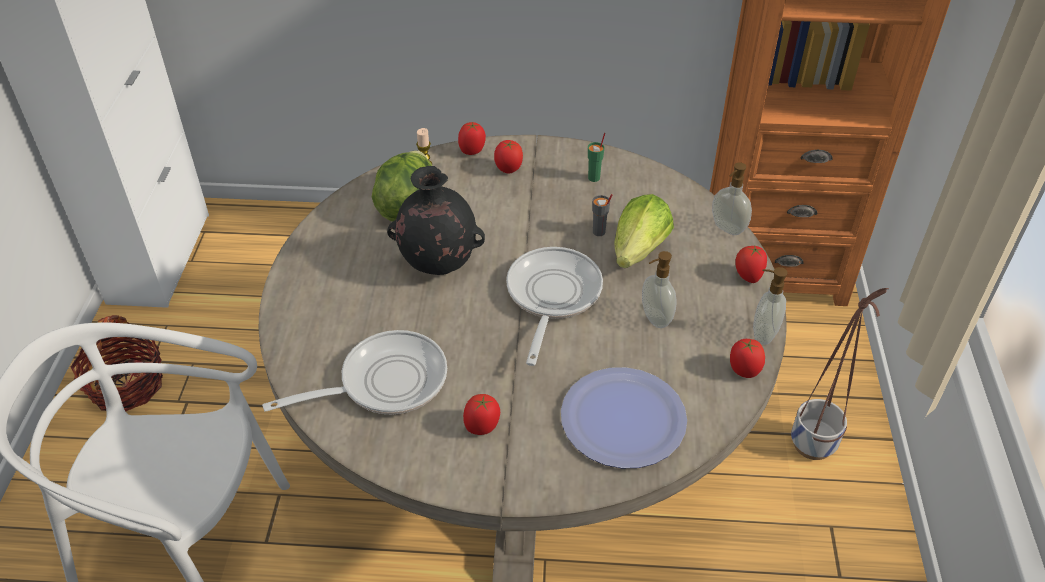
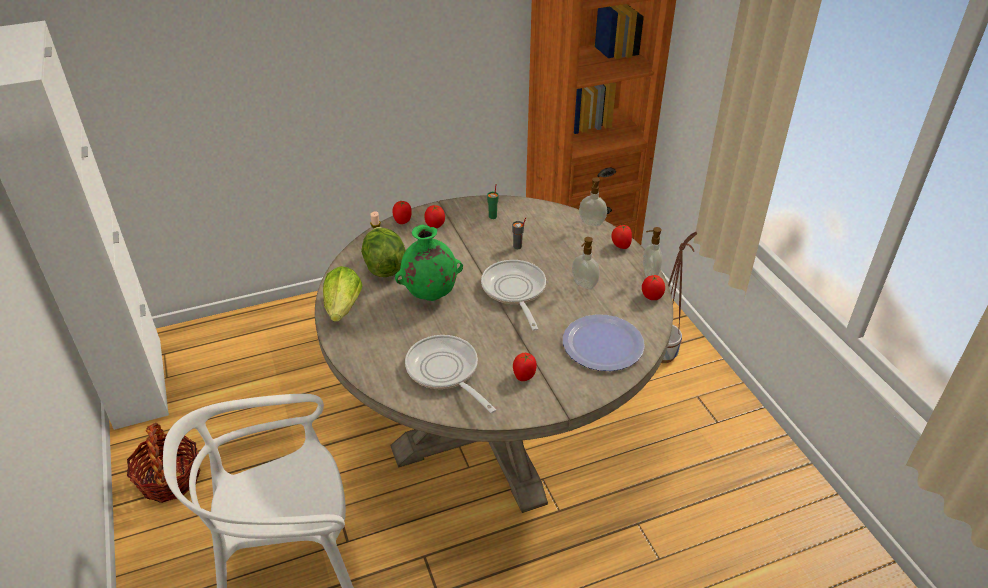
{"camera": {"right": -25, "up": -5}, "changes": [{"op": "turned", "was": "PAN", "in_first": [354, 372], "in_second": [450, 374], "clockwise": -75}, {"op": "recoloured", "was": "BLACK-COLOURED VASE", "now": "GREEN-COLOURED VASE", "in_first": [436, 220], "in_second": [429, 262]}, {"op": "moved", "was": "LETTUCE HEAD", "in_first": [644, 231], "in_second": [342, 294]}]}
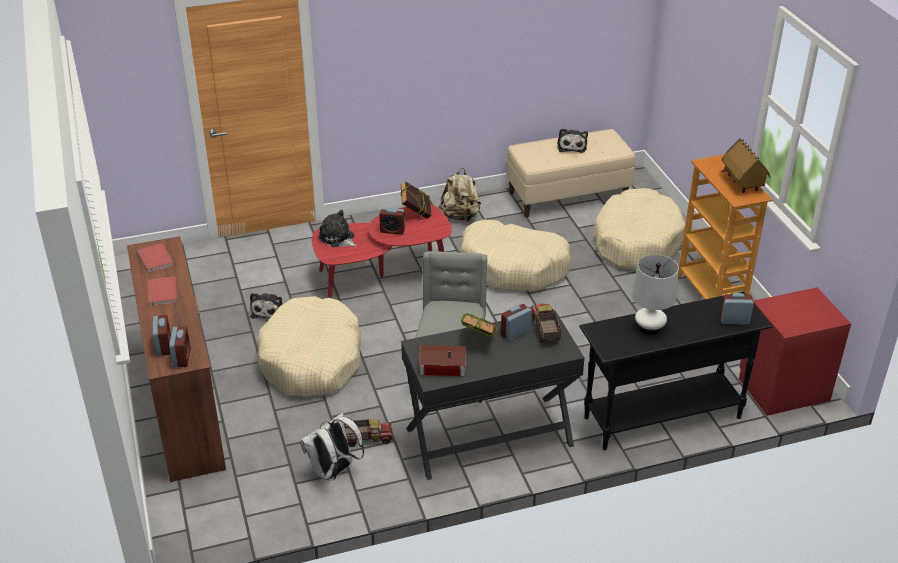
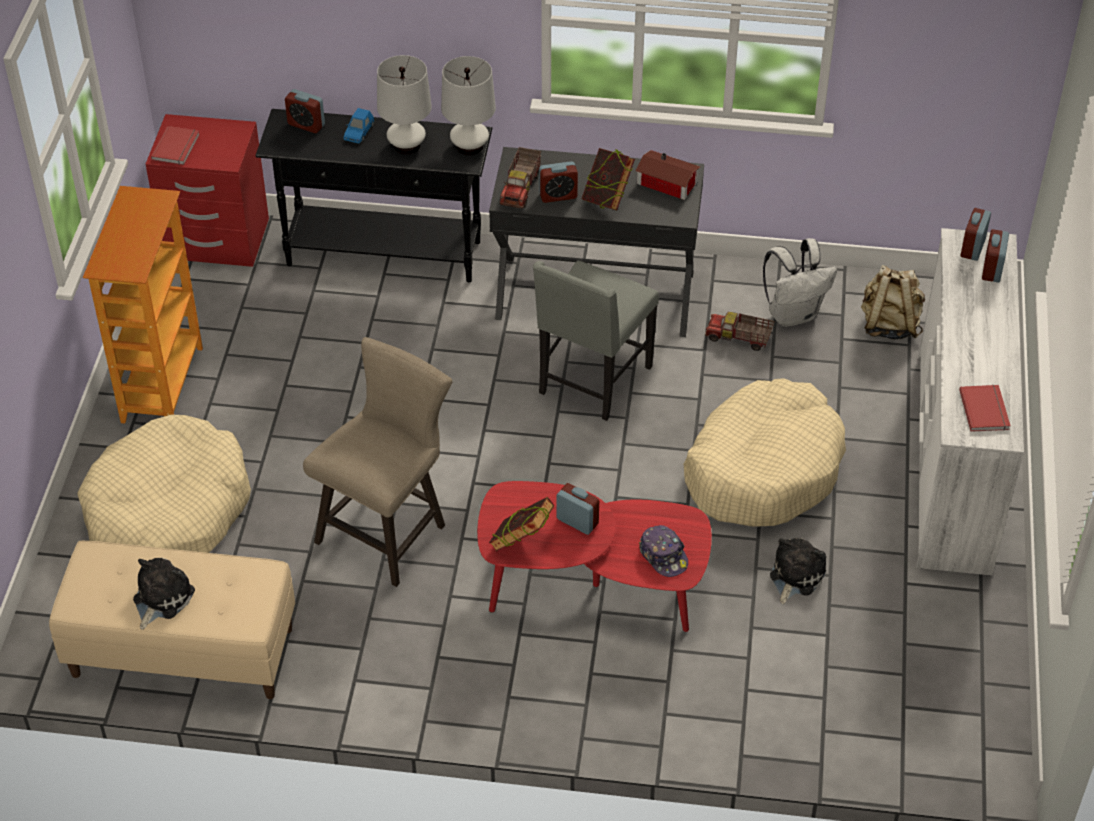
{"camera": {"right": -155, "up": 10}, "changes": [{"op": "recoloured", "was": "BROWN-COLOURED CHEST OF DRAWERS", "now": "WHITISH CHEST OF DRAWERS", "in_first": [176, 359], "in_second": [970, 402]}, {"op": "moved", "was": "RED-COLOURED VOLUME", "in_first": [162, 291], "in_second": [175, 145]}, {"op": "replaced", "was": "CUDDLY TOY", "now": "CAP", "in_first": [338, 228], "in_second": [663, 551]}, {"op": "moved", "was": "BEIGE RUCKSACK", "in_first": [460, 195], "in_second": [893, 302]}, {"op": "replaced", "was": "BEIGE DOG BED", "now": "BEIGE STOOL", "in_first": [516, 255], "in_second": [377, 462]}, {"op": "removed", "was": "TOY HOUSE", "in_first": [746, 165]}, {"op": "added", "now": "BLUE MINIATURE CAR", "in_second": [359, 126]}, {"op": "added", "now": "WHITISH TABLE LAMP", "in_second": [468, 105]}]}
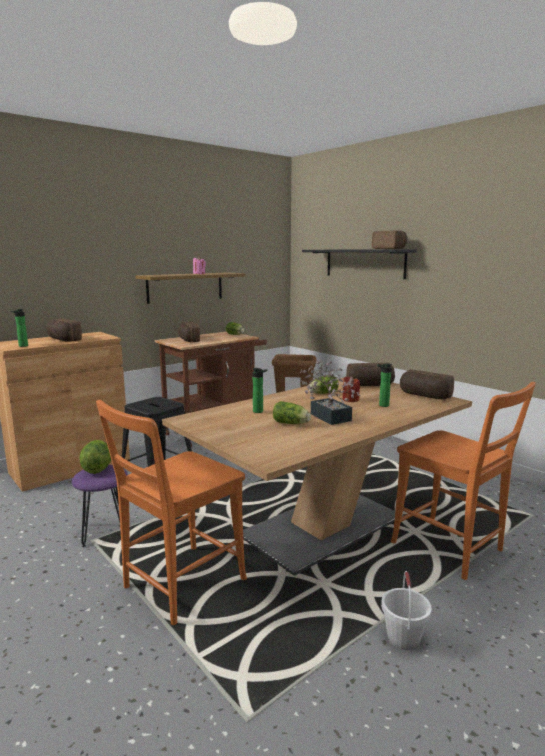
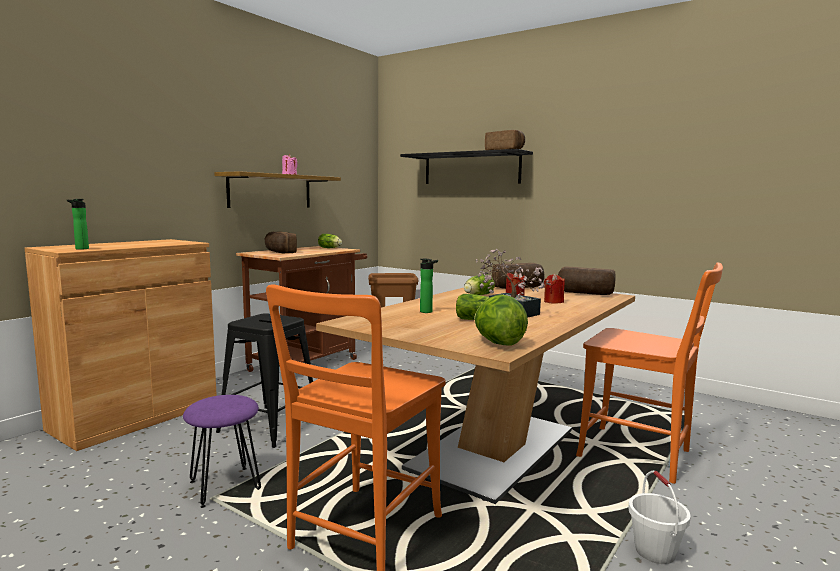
{"camera": {"right": -15, "up": -5}, "changes": [{"op": "removed", "was": "BAKERY BREAD", "in_first": [64, 330]}, {"op": "moved", "was": "LETTUCE HEAD", "in_first": [95, 457], "in_second": [501, 320]}, {"op": "replaced", "was": "DRINK BOTTLE", "now": "RED-COLOURED WAX CANDLE", "in_first": [384, 385], "in_second": [554, 288]}]}
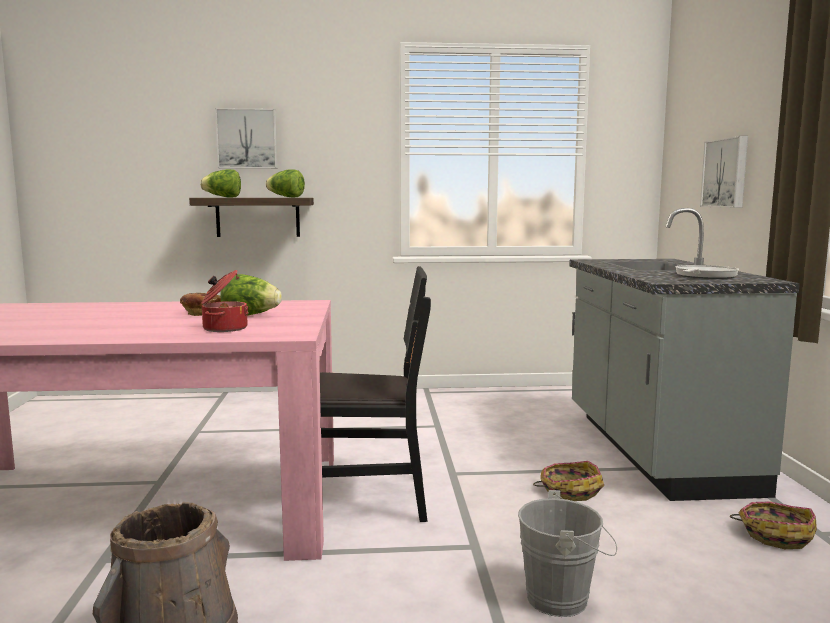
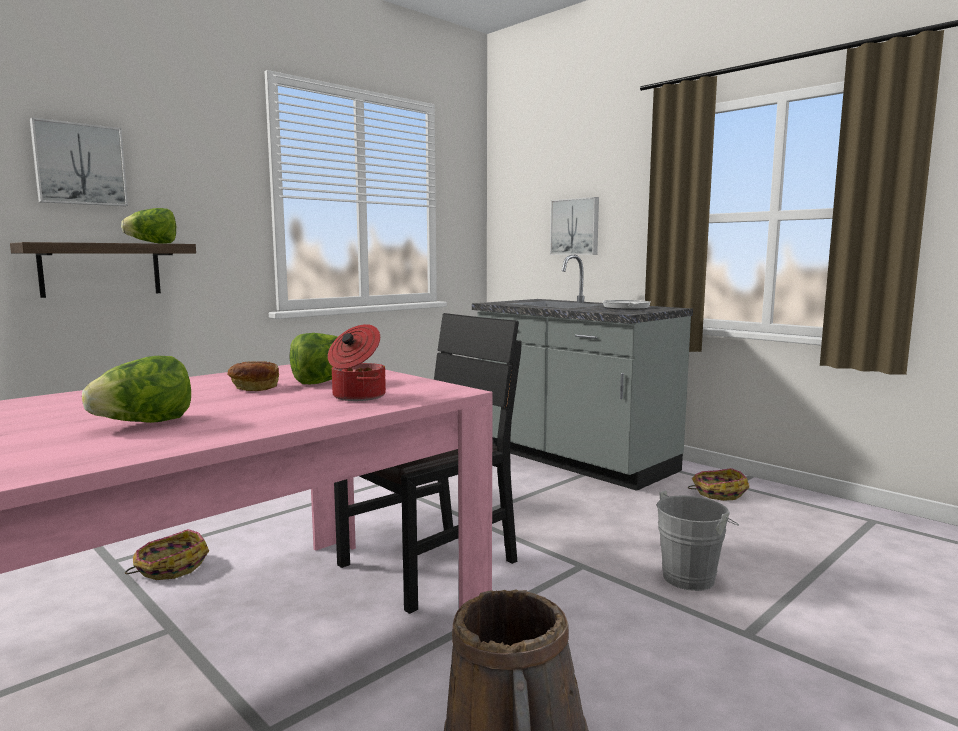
{"camera": {"right": -40, "up": 0}, "changes": [{"op": "moved", "was": "LETTUCE HEAD", "in_first": [220, 183], "in_second": [136, 389]}, {"op": "moved", "was": "STORAGE BASKET", "in_first": [568, 481], "in_second": [167, 554]}]}
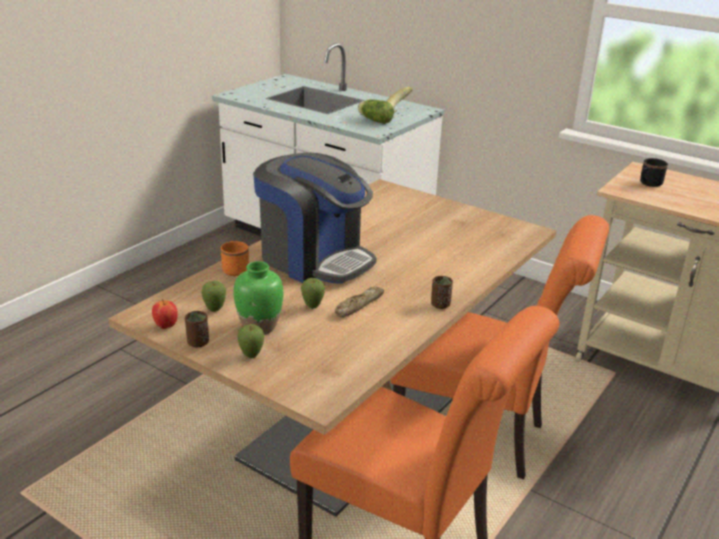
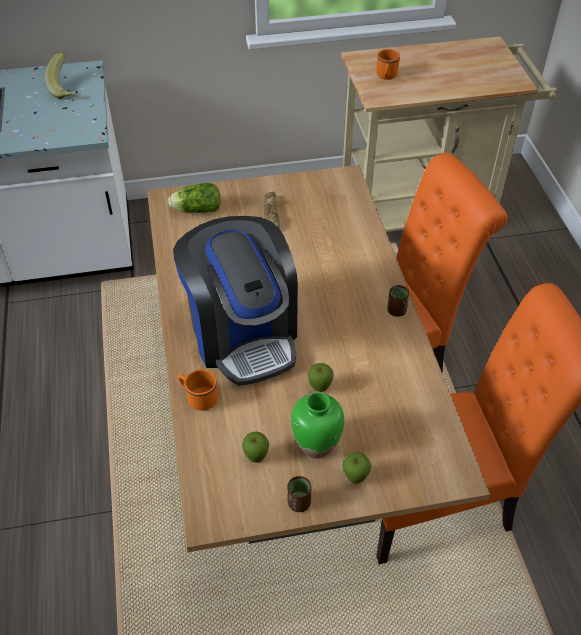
{"camera": {"right": -45, "up": 20}, "changes": [{"op": "removed", "was": "APPLE FRUIT", "in_first": [165, 314]}, {"op": "turned", "was": "COFFEE MAKER", "in_first": [315, 218], "in_second": [235, 301], "clockwise": 75}, {"op": "moved", "was": "BAKERY BREAD", "in_first": [359, 301], "in_second": [272, 210]}, {"op": "moved", "was": "LETTUCE HEAD", "in_first": [376, 111], "in_second": [194, 198]}, {"op": "recoloured", "was": "BLACK-COLOURED COFFEE MUG", "now": "ORANGEY COFFEE MUG", "in_first": [654, 172], "in_second": [388, 64]}]}
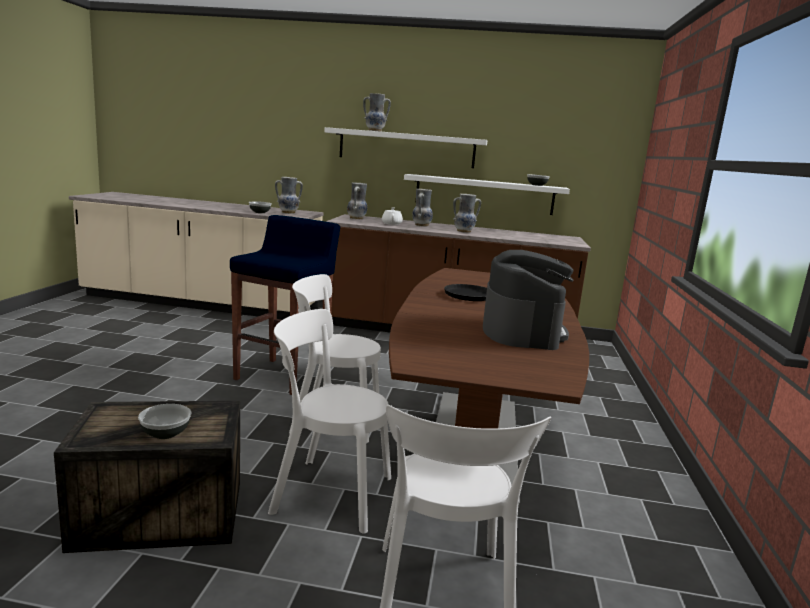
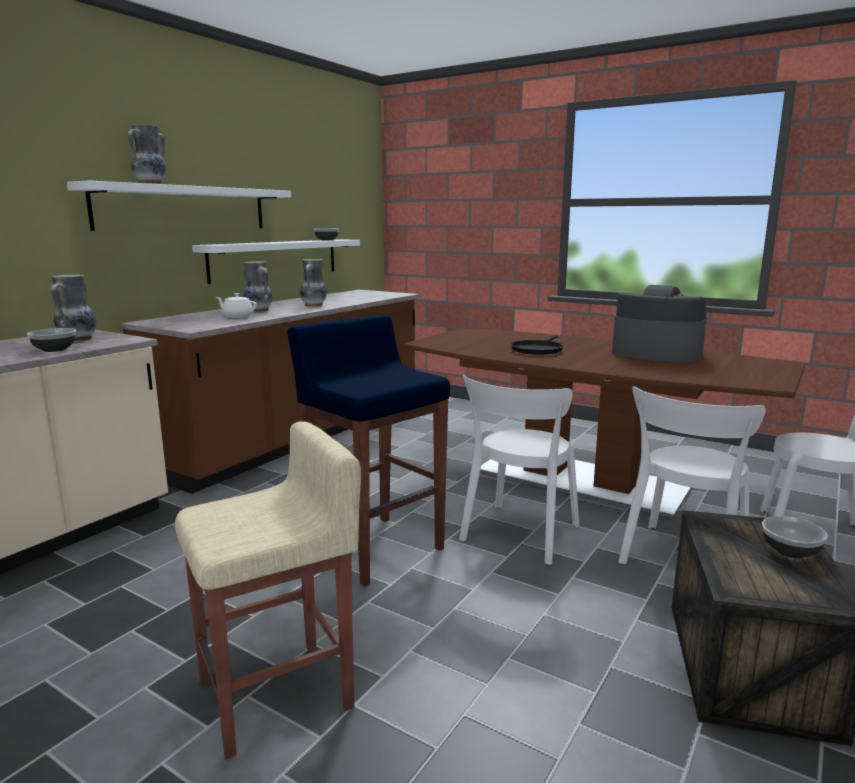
{"camera": {"right": -65, "up": 0}, "changes": [{"op": "removed", "was": "VASE", "in_first": [357, 200]}, {"op": "added", "now": "BEIGE STOOL", "in_second": [268, 590]}]}
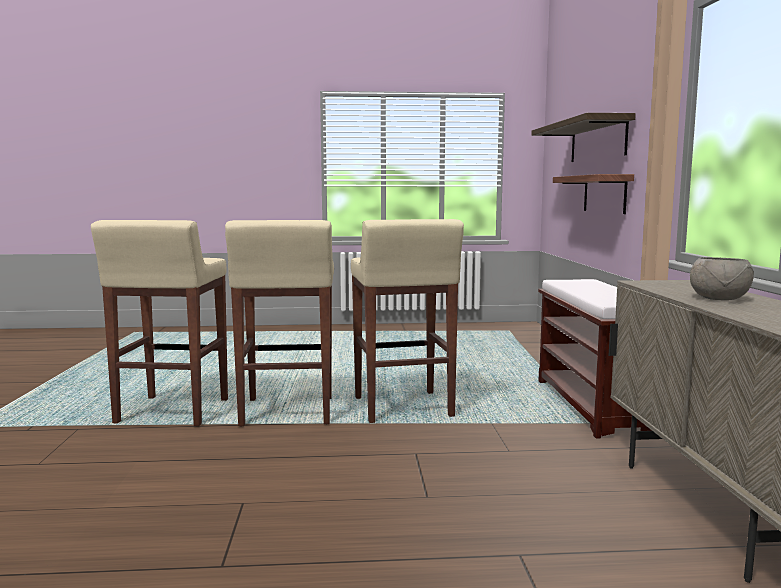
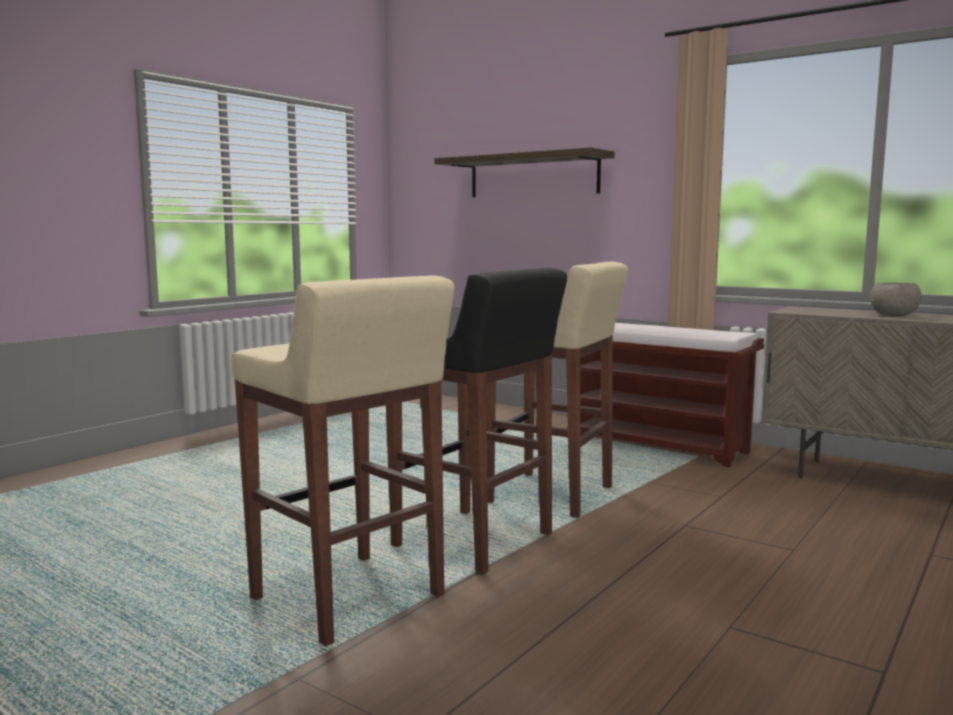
{"camera": {"right": -50, "up": 0}, "changes": [{"op": "recoloured", "was": "BEIGE STOOL", "now": "BLACK-COLOURED STOOL", "in_first": [279, 323], "in_second": [476, 421]}, {"op": "removed", "was": "SHELF", "in_first": [593, 194]}]}
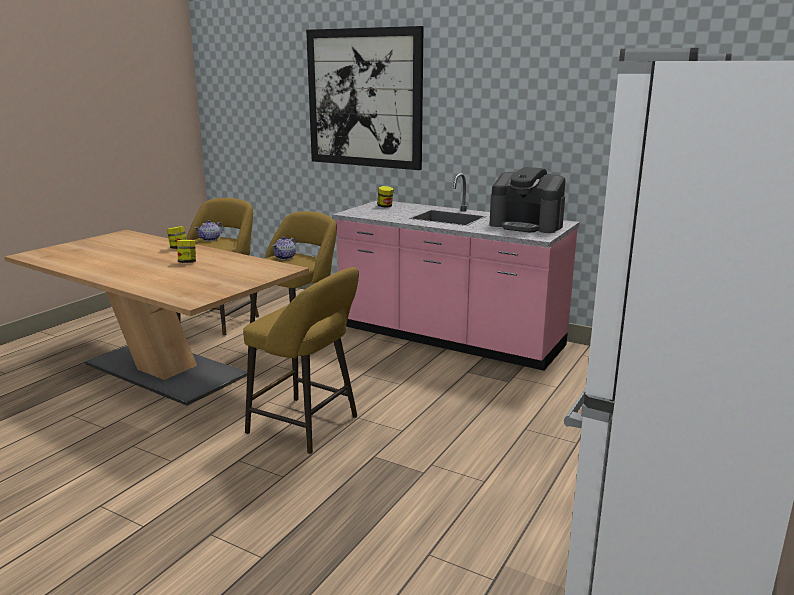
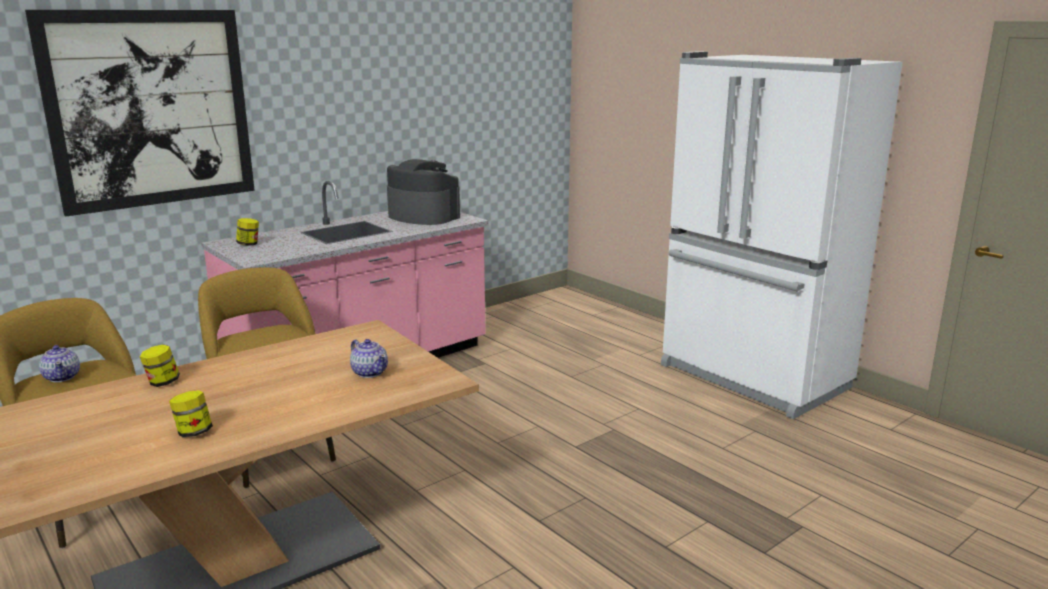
{"camera": {"right": -70, "up": 0}, "changes": [{"op": "moved", "was": "JAR", "in_first": [186, 251], "in_second": [191, 414]}, {"op": "removed", "was": "YELLOWISH STOOL", "in_first": [301, 360]}, {"op": "moved", "was": "TEA POT", "in_first": [284, 248], "in_second": [369, 358]}, {"op": "turned", "was": "COFFEE MAKER", "in_first": [527, 200], "in_second": [423, 192], "clockwise": -105}]}
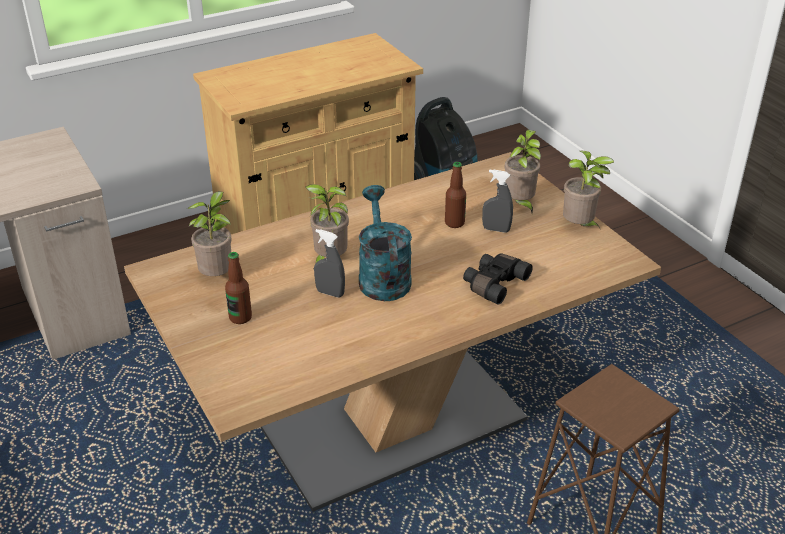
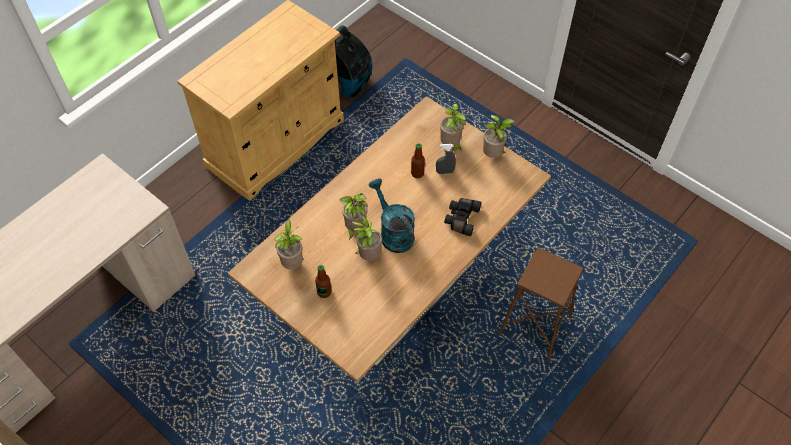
{"camera": {"right": -20, "up": 20}, "changes": [{"op": "replaced", "was": "GRAY SPRAY BOTTLE", "now": "POTTED PLANT", "in_first": [329, 263], "in_second": [366, 238]}]}
